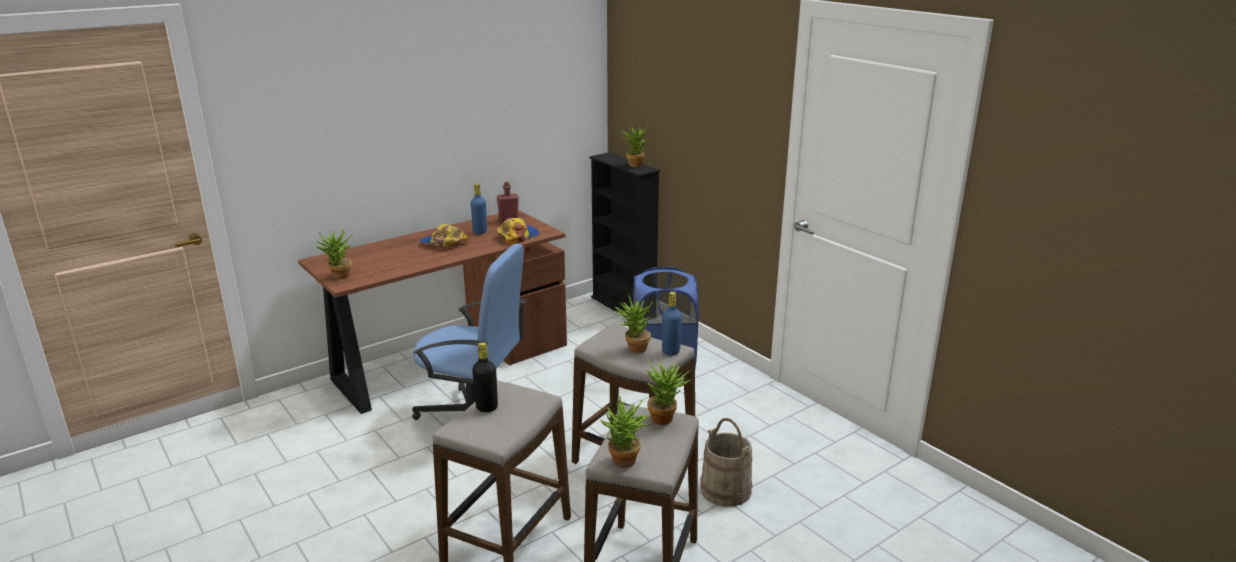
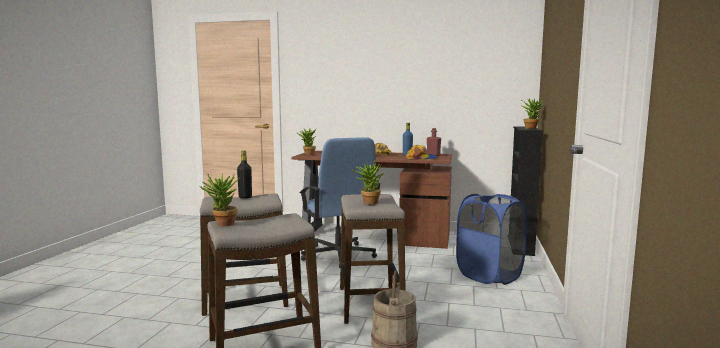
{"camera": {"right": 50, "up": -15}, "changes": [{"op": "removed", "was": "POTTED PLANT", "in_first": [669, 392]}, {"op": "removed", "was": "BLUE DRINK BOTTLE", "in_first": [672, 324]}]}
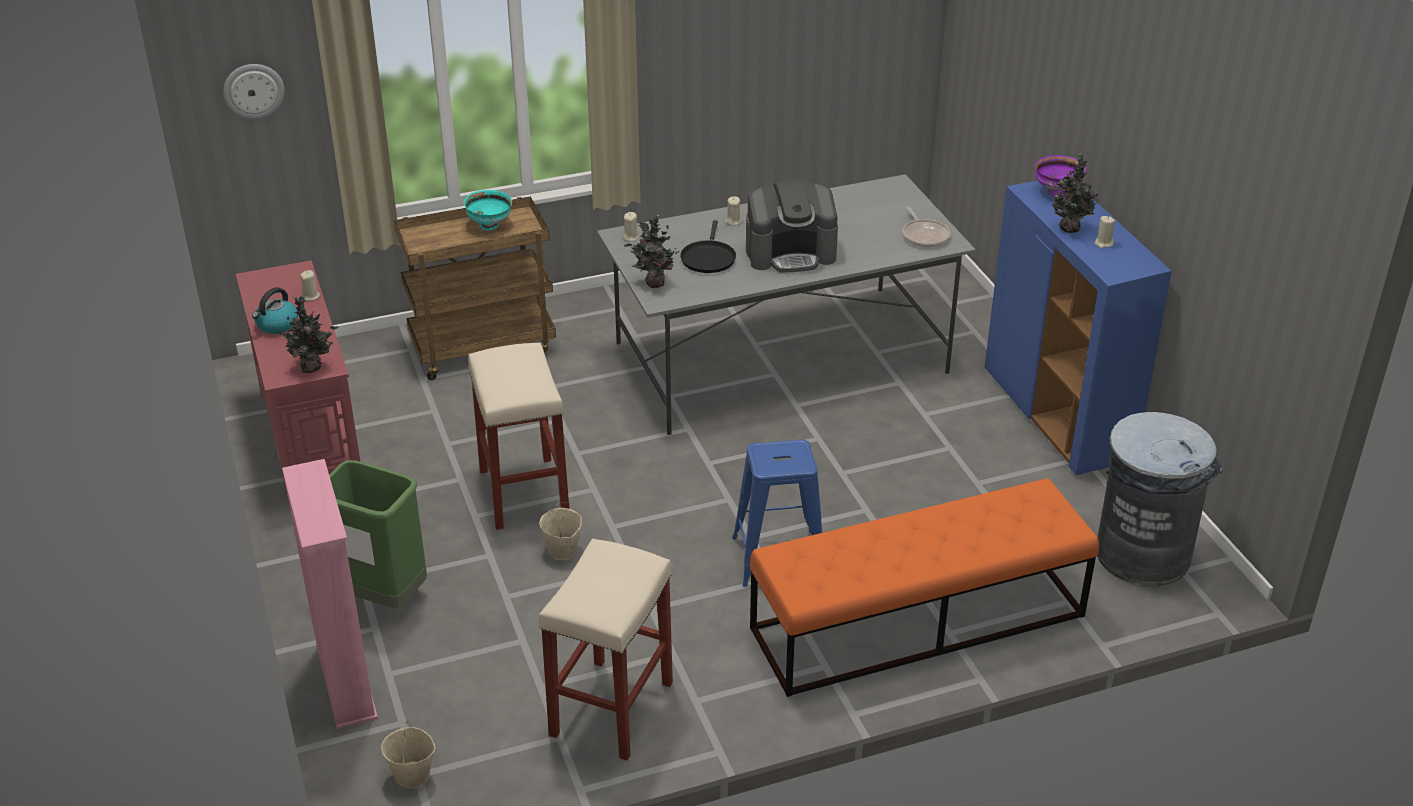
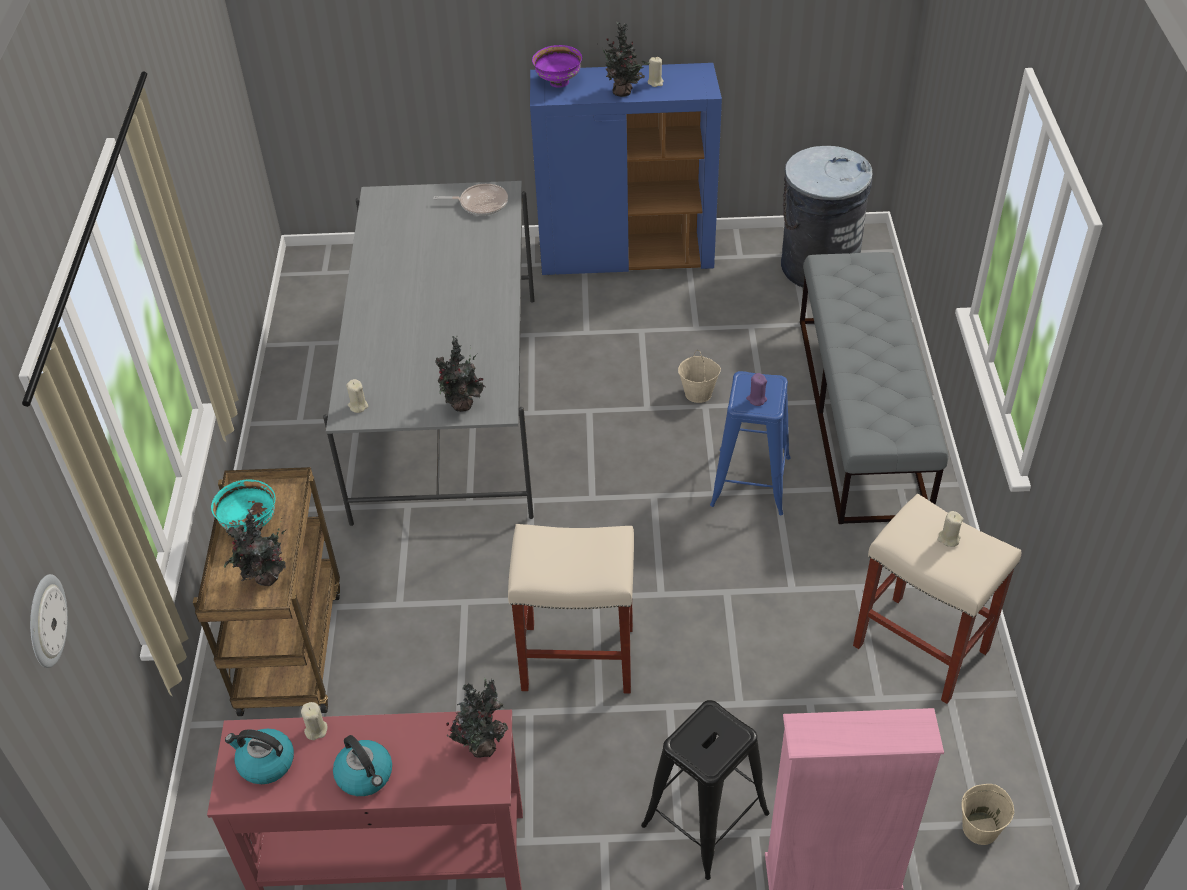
{"camera": {"right": -70, "up": 10}, "changes": [{"op": "replaced", "was": "GREEN-COLOURED WASTE BIN", "now": "BLACK-COLOURED STOOL", "in_first": [378, 534], "in_second": [705, 790]}, {"op": "moved", "was": "BEIGE WATER BUCKET", "in_first": [561, 531], "in_second": [699, 376]}, {"op": "removed", "was": "BLACK-COLOURED PAN", "in_first": [708, 246]}, {"op": "moved", "was": "BEIGE WAX CANDLE", "in_first": [733, 211], "in_second": [950, 529]}, {"op": "removed", "was": "COFFEE MAKER", "in_first": [792, 226]}, {"op": "recoloured", "was": "ORANGEY LONG SEAT", "now": "GRAY LONG SEAT", "in_first": [924, 588], "in_second": [874, 388]}, {"op": "added", "now": "POTTED PLANT", "in_second": [255, 547]}, {"op": "added", "now": "WATER KETTLE", "in_second": [259, 756]}, {"op": "added", "now": "PURPLE WAX CANDLE", "in_second": [756, 389]}]}
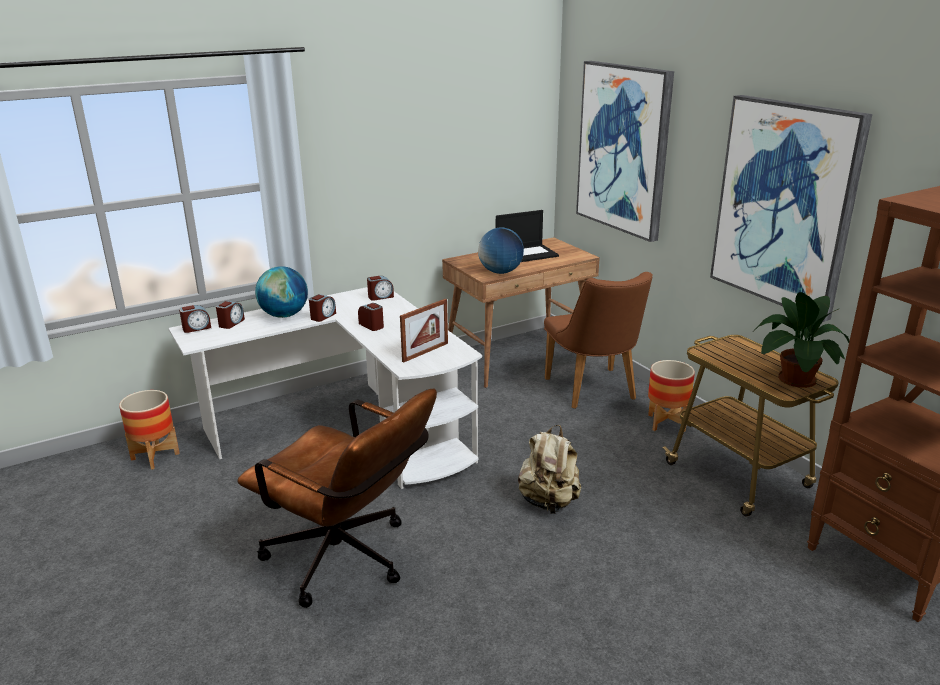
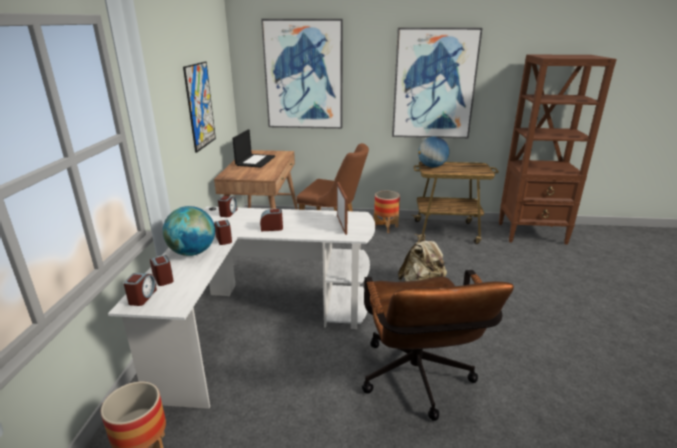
{"camera": {"right": -55, "up": 0}, "changes": [{"op": "turned", "was": "BROWN-COLOURED DESK CHAIR", "in_first": [337, 498], "in_second": [438, 345], "clockwise": 105}, {"op": "moved", "was": "WORLD GLOBE", "in_first": [501, 250], "in_second": [433, 151]}, {"op": "removed", "was": "POTTED PLANT", "in_first": [801, 340]}, {"op": "added", "now": "WALL ART", "in_second": [199, 107]}]}
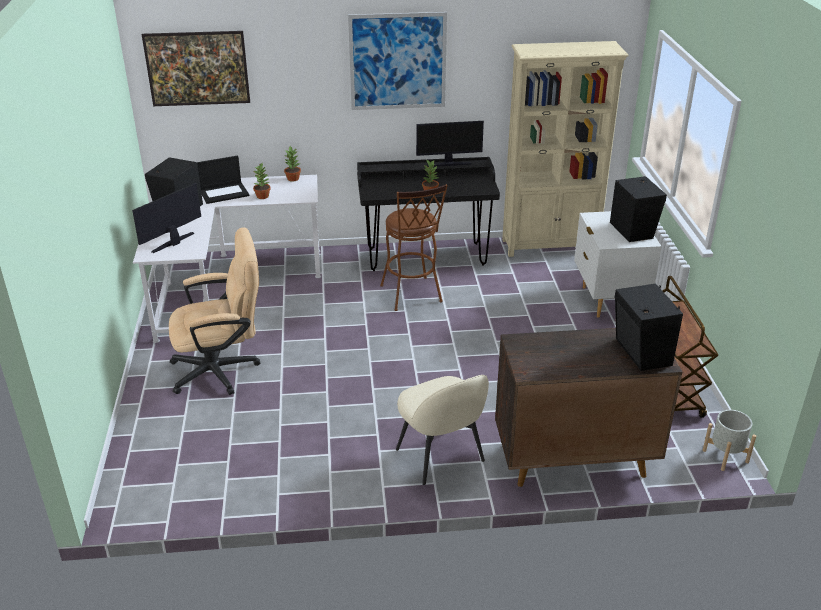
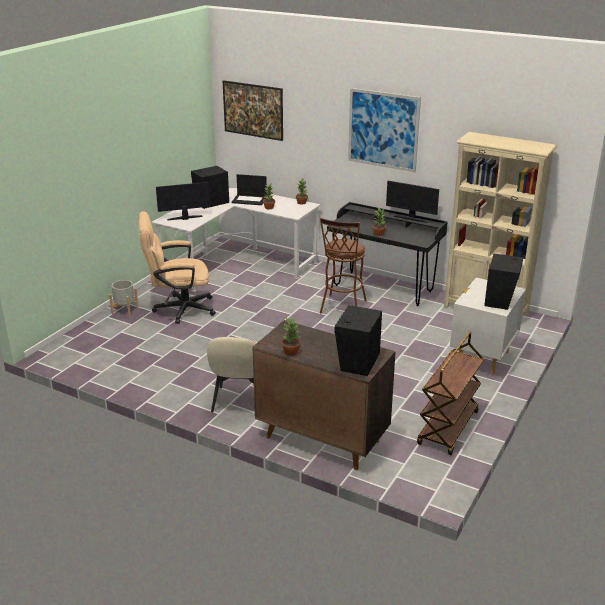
{"camera": {"right": 35, "up": -5}, "changes": [{"op": "turned", "was": "BEIGE DESK CHAIR", "in_first": [214, 311], "in_second": [177, 267], "clockwise": 150}, {"op": "moved", "was": "GRAY PLANTER", "in_first": [729, 440], "in_second": [124, 298]}, {"op": "added", "now": "POTTED PLANT", "in_second": [291, 337]}]}
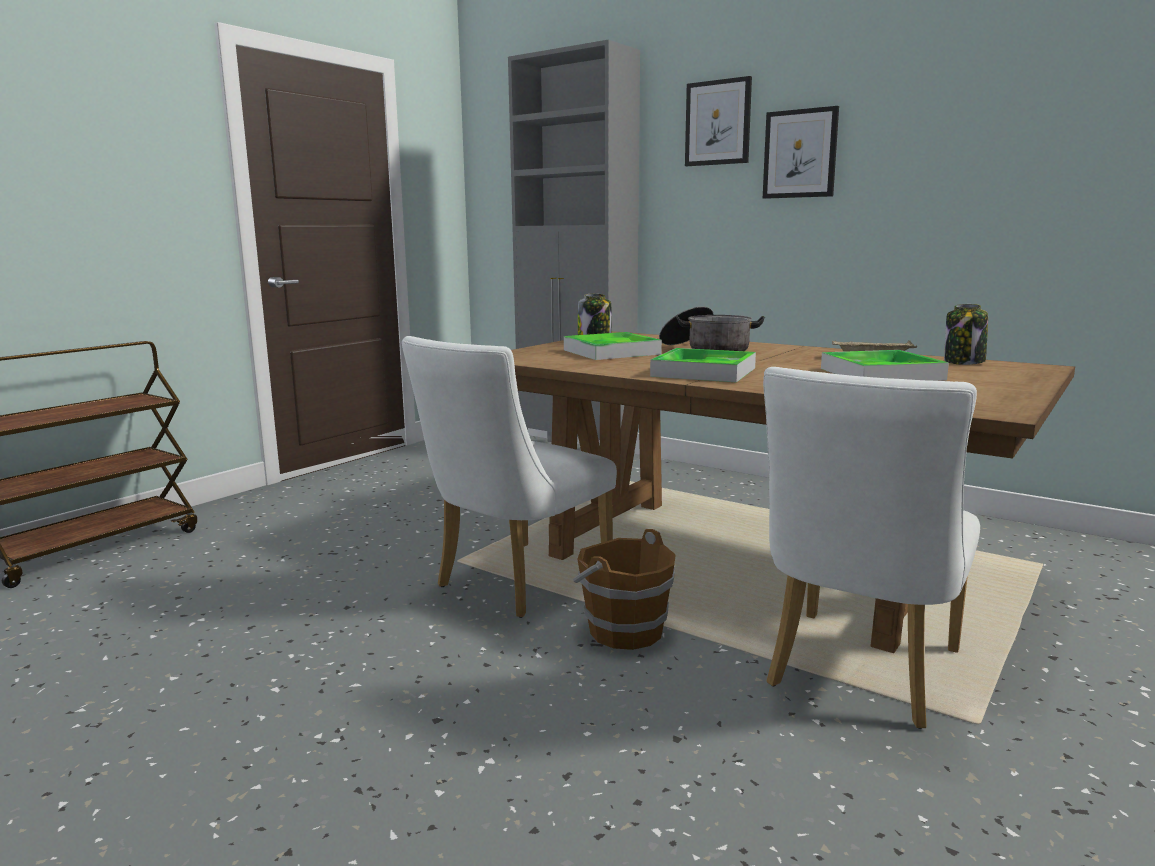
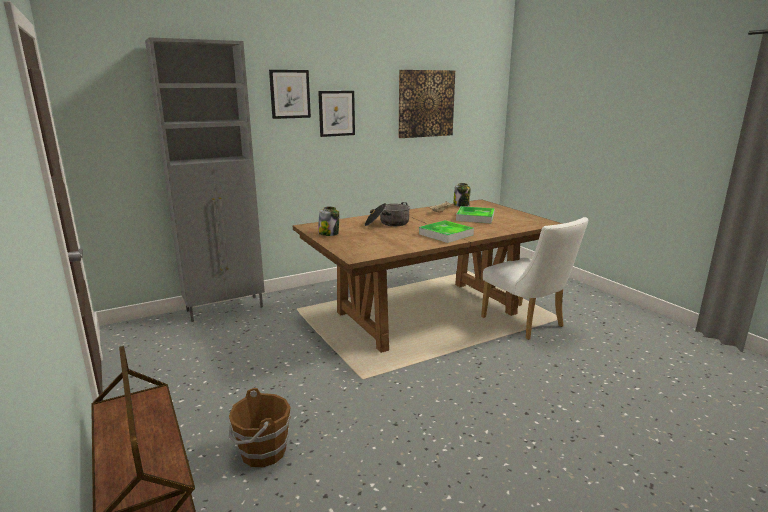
{"camera": {"right": -65, "up": 5}, "changes": [{"op": "removed", "was": "WHITISH CHAIR", "in_first": [509, 477]}, {"op": "removed", "was": "TRAY", "in_first": [613, 346]}, {"op": "moved", "was": "BROWN-COLOURED WATER BUCKET", "in_first": [624, 589], "in_second": [260, 427]}, {"op": "added", "now": "WALL ART", "in_second": [427, 104]}]}
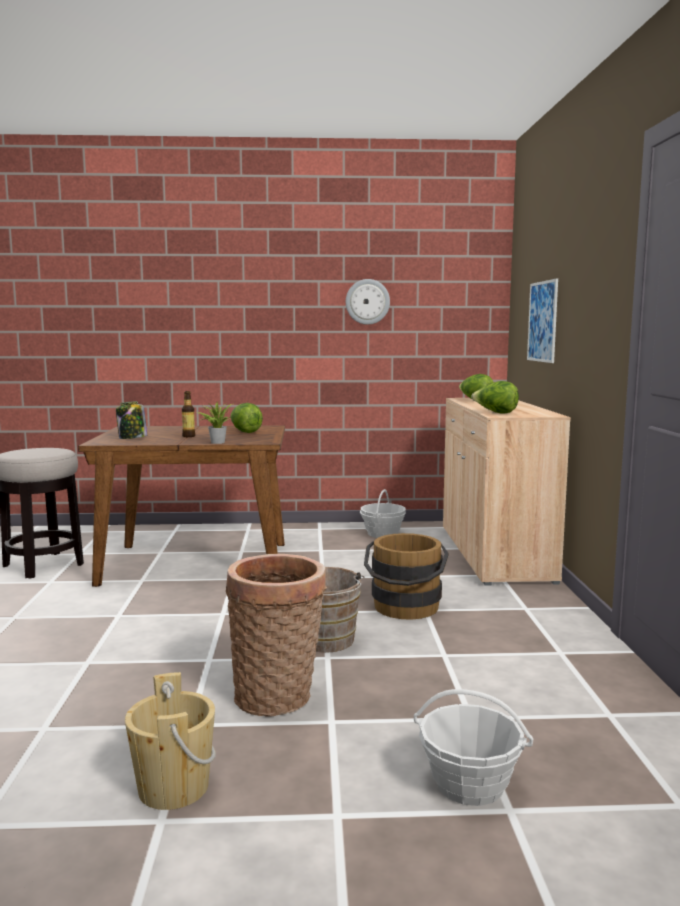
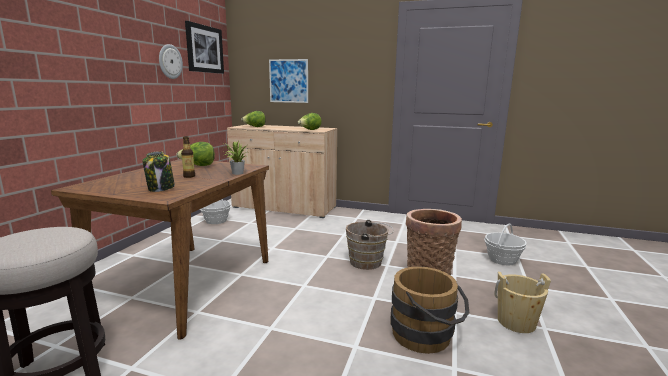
{"camera": {"right": -70, "up": 5}, "changes": [{"op": "moved", "was": "BROWN-COLOURED WATER BUCKET", "in_first": [406, 576], "in_second": [430, 310]}, {"op": "added", "now": "WALL ART", "in_second": [204, 47]}]}
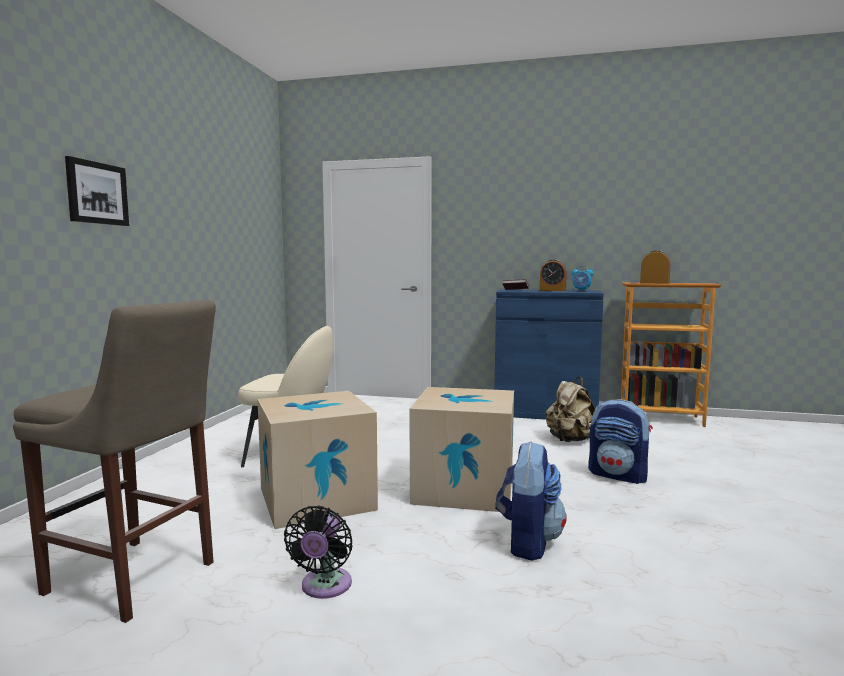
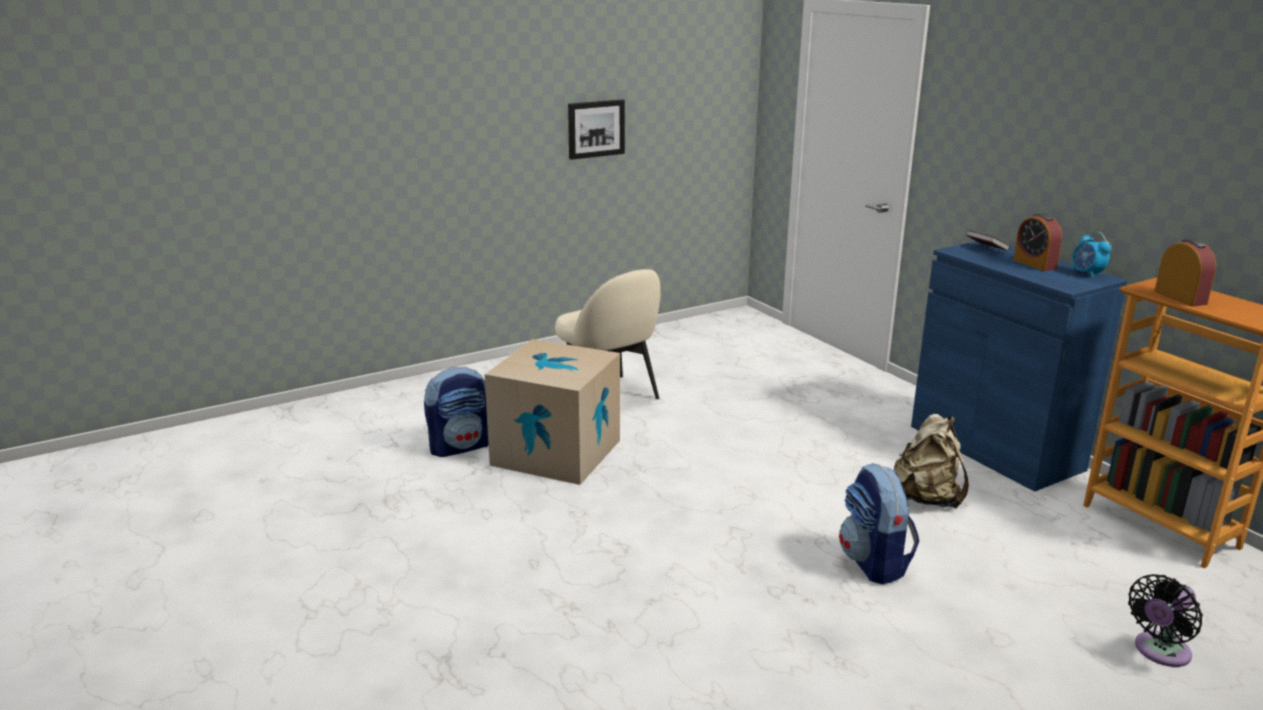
{"camera": {"right": 45, "up": 15}, "changes": [{"op": "removed", "was": "BEIGE STOOL", "in_first": [114, 461]}, {"op": "moved", "was": "WALL ART", "in_first": [97, 191], "in_second": [596, 129]}, {"op": "moved", "was": "BLACK-COLOURED ELECTRIC FAN", "in_first": [318, 552], "in_second": [1165, 620]}, {"op": "removed", "was": "CARTON", "in_first": [462, 449]}, {"op": "moved", "was": "RUCKSACK", "in_first": [531, 501], "in_second": [456, 411]}]}
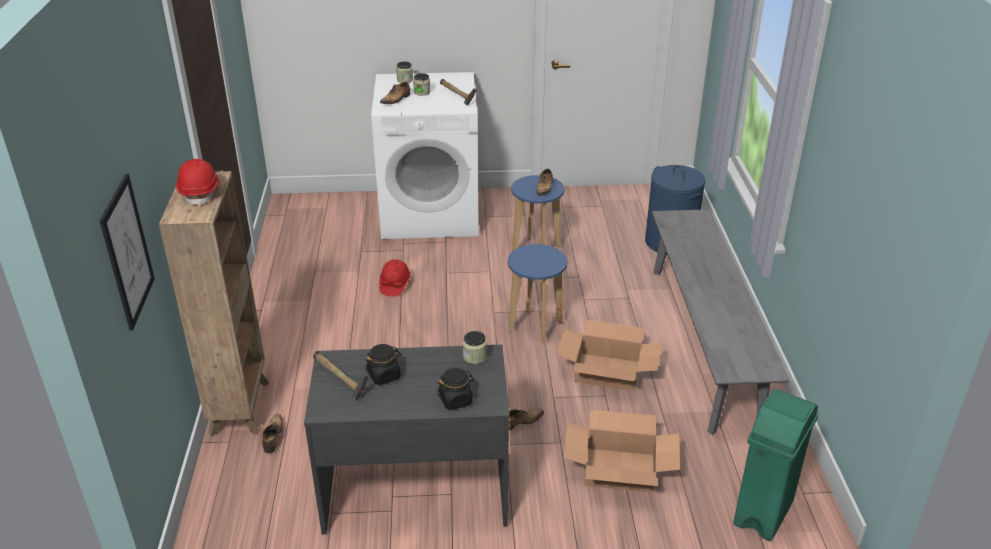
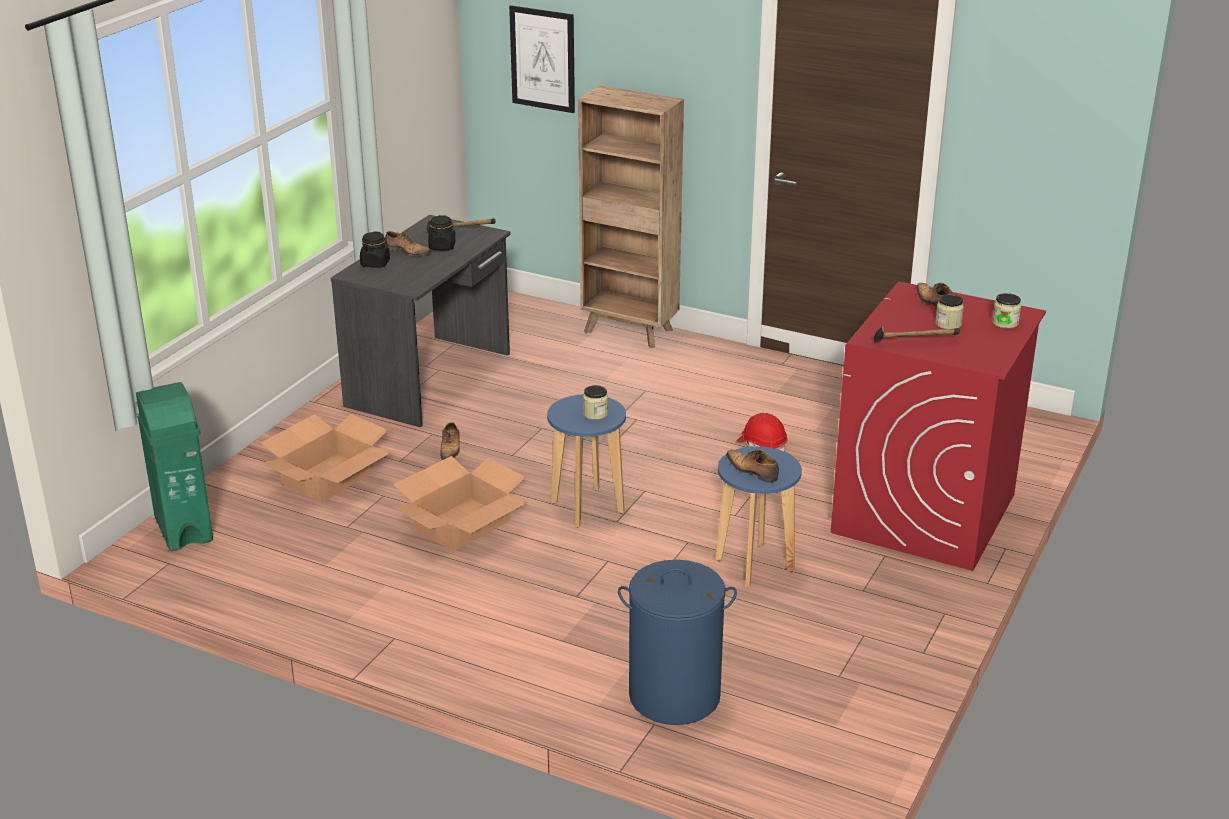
{"camera": {"right": 120, "up": -5}, "changes": [{"op": "removed", "was": "RED-COLOURED WORK HELMET", "in_first": [198, 182]}, {"op": "moved", "was": "ITEM OF FOOTWEAR", "in_first": [272, 433], "in_second": [408, 243]}, {"op": "recoloured", "was": "WHITISH WASHING MACHINE", "now": "RED-COLOURED WASHING MACHINE", "in_first": [425, 155], "in_second": [938, 426]}, {"op": "moved", "was": "JAR", "in_first": [475, 347], "in_second": [595, 402]}, {"op": "removed", "was": "GRAY LONG SEAT", "in_first": [721, 322]}]}
